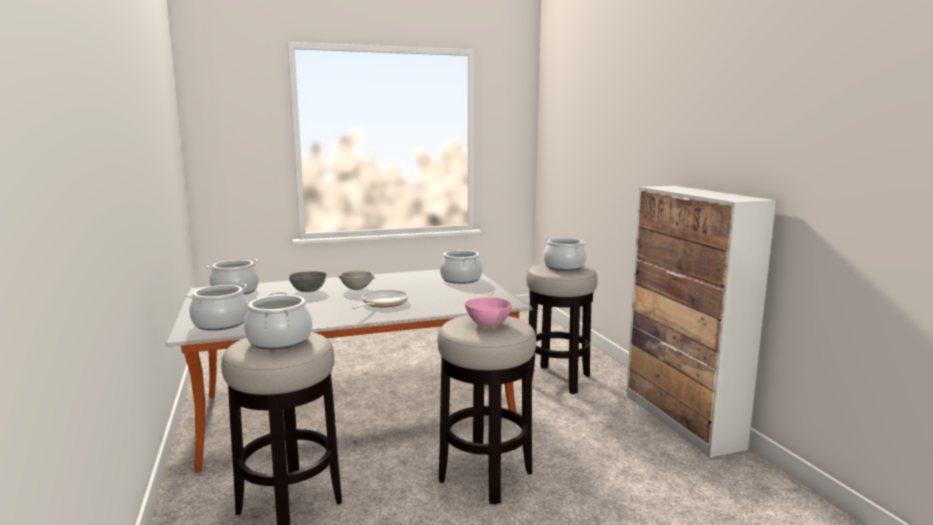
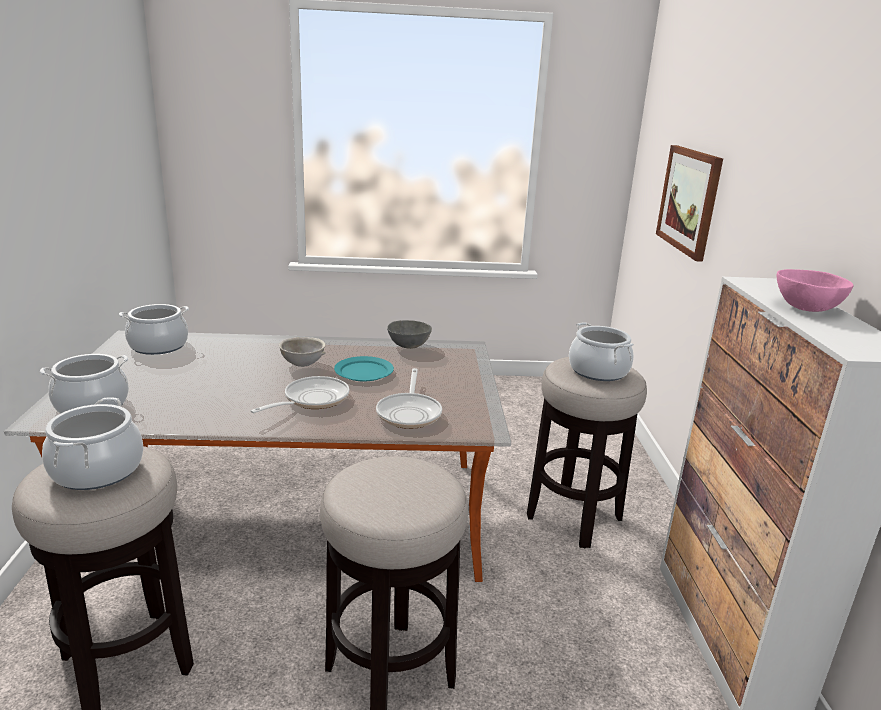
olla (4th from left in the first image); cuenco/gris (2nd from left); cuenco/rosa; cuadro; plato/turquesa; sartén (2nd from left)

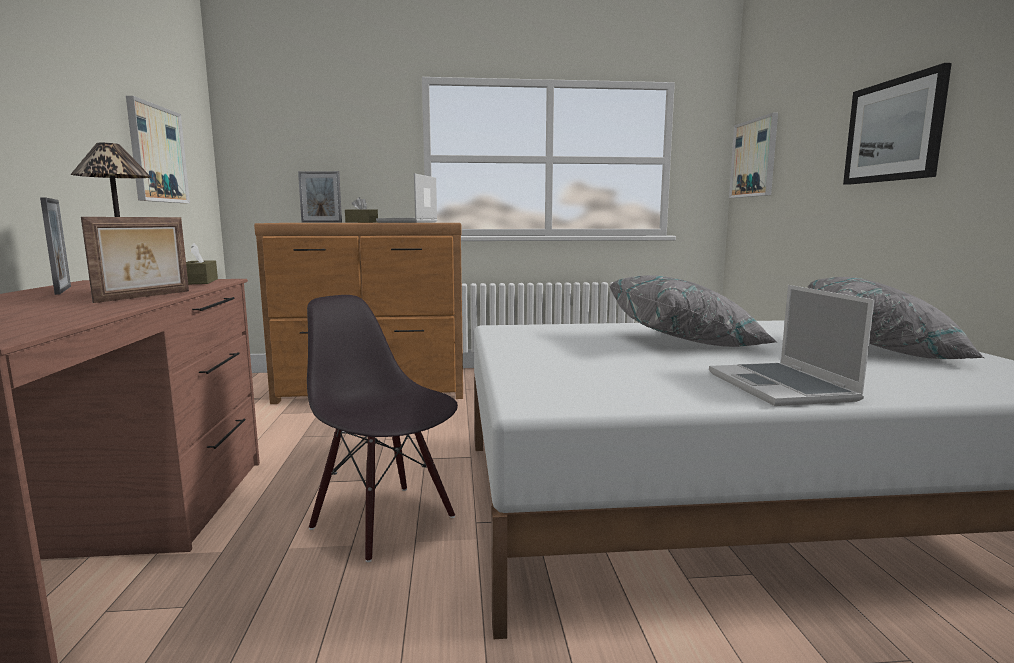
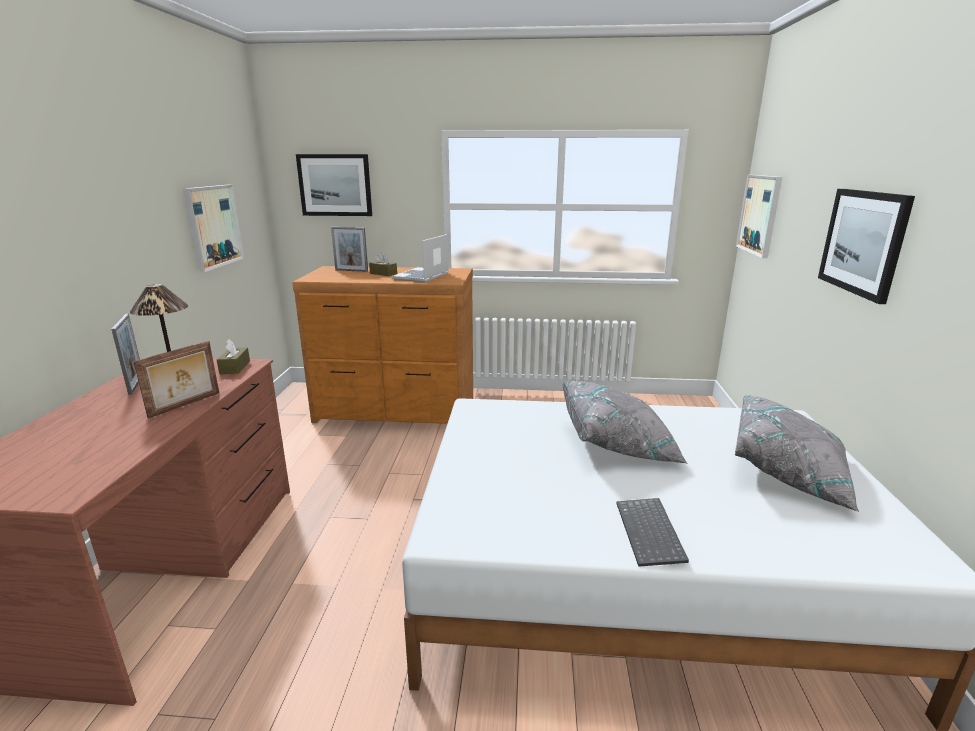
teclado; silla/negro; cuadro (2nd from left)

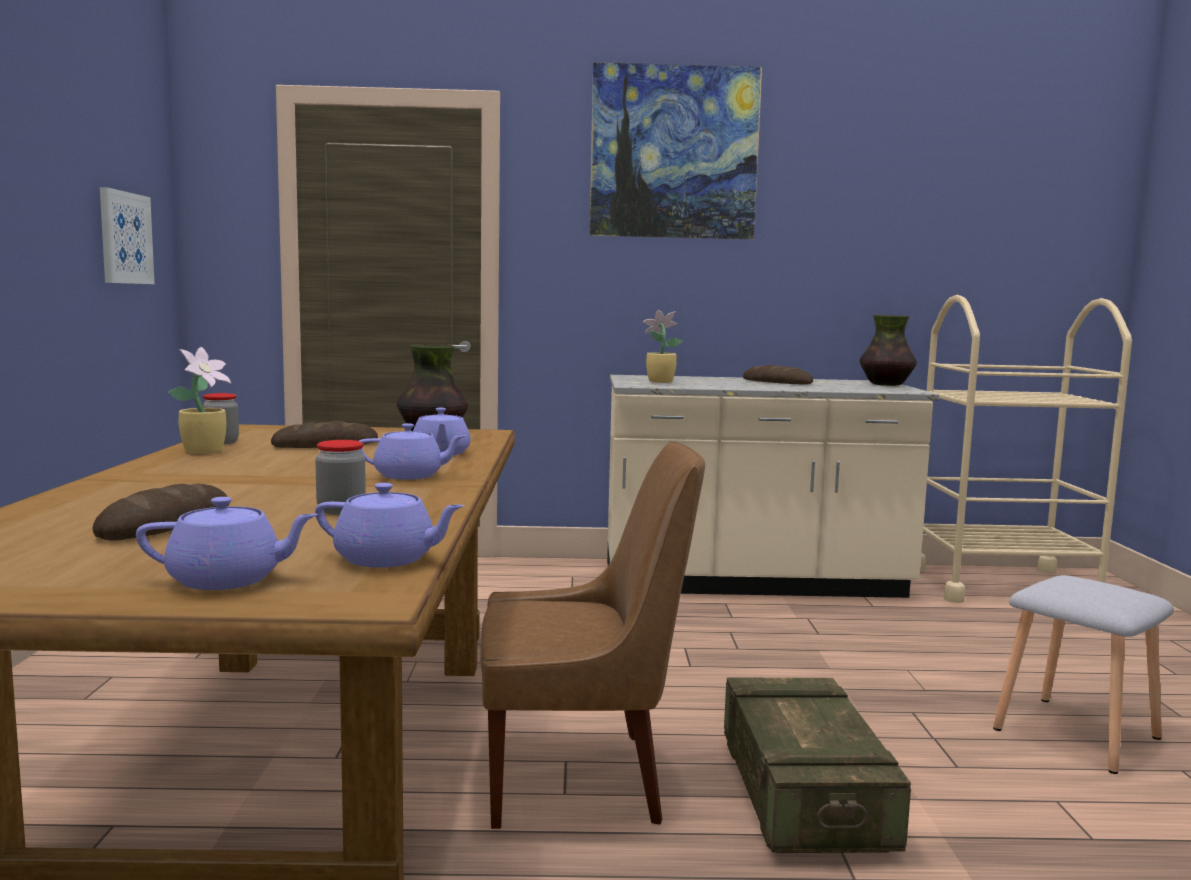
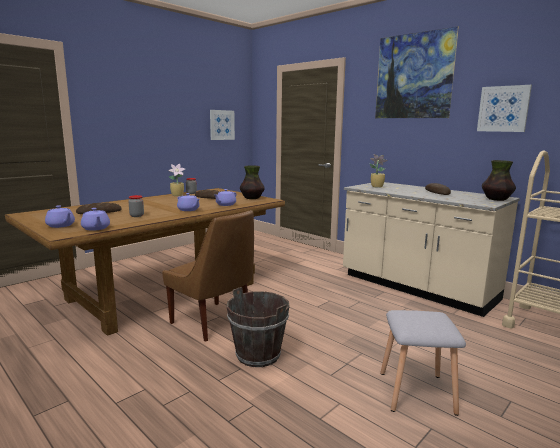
cubo/marrón; cuadro (3rd from left)

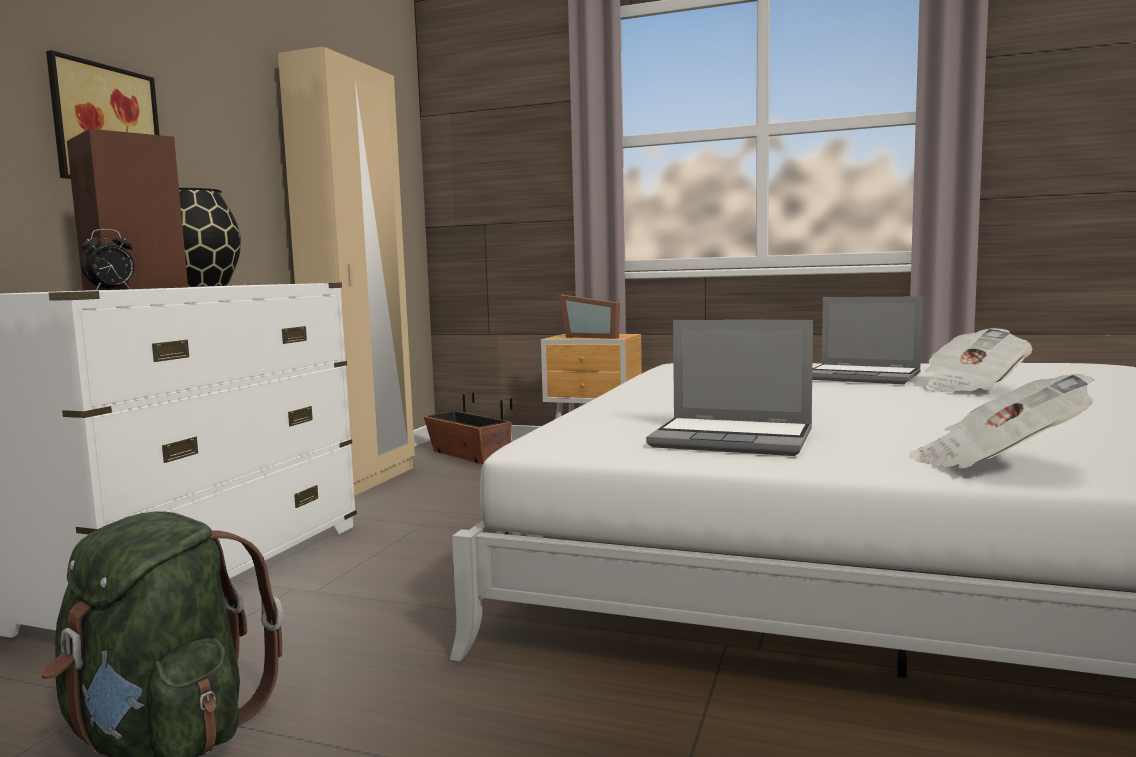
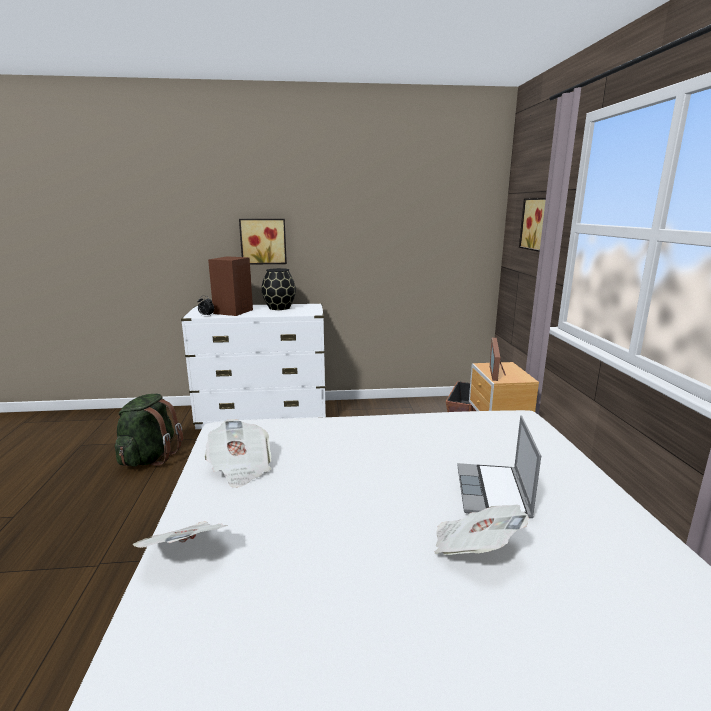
armario ropero/beis; periódico (2nd from left); cuadro (2nd from left)

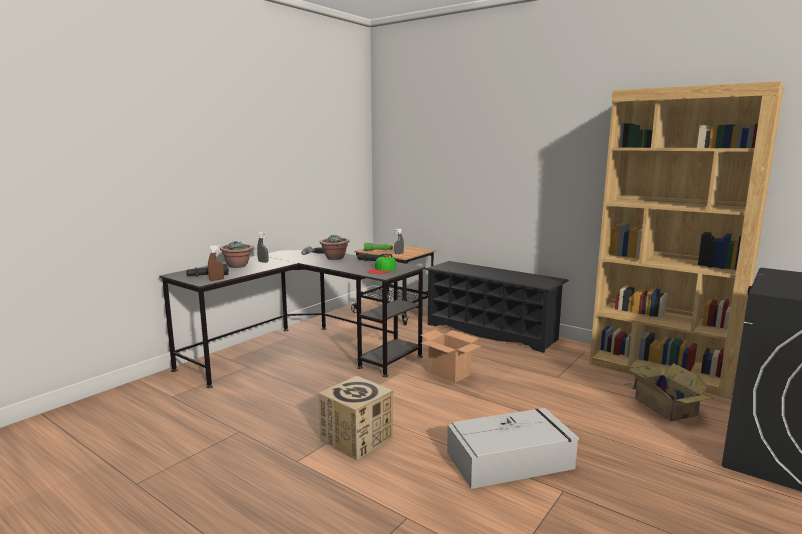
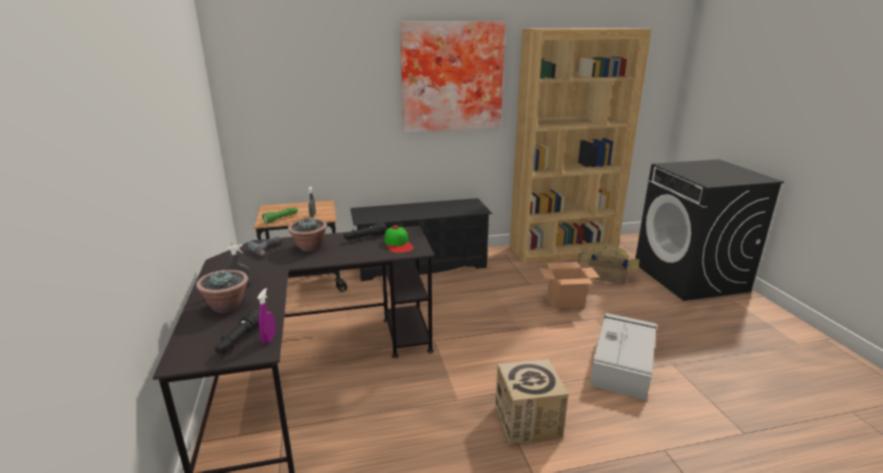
pulverizador/morado; caja de cartón (2nd from left); cuadro

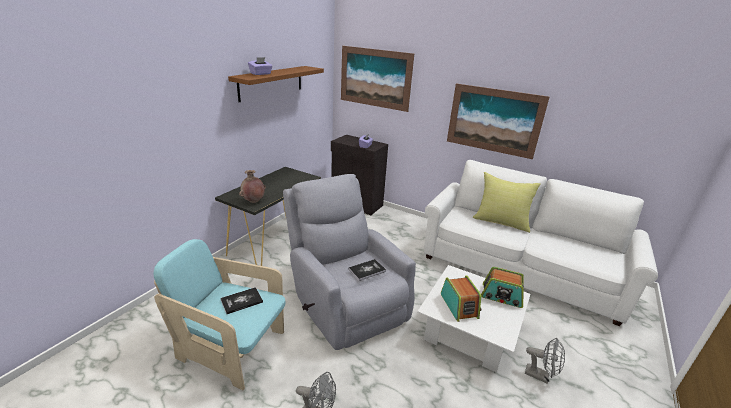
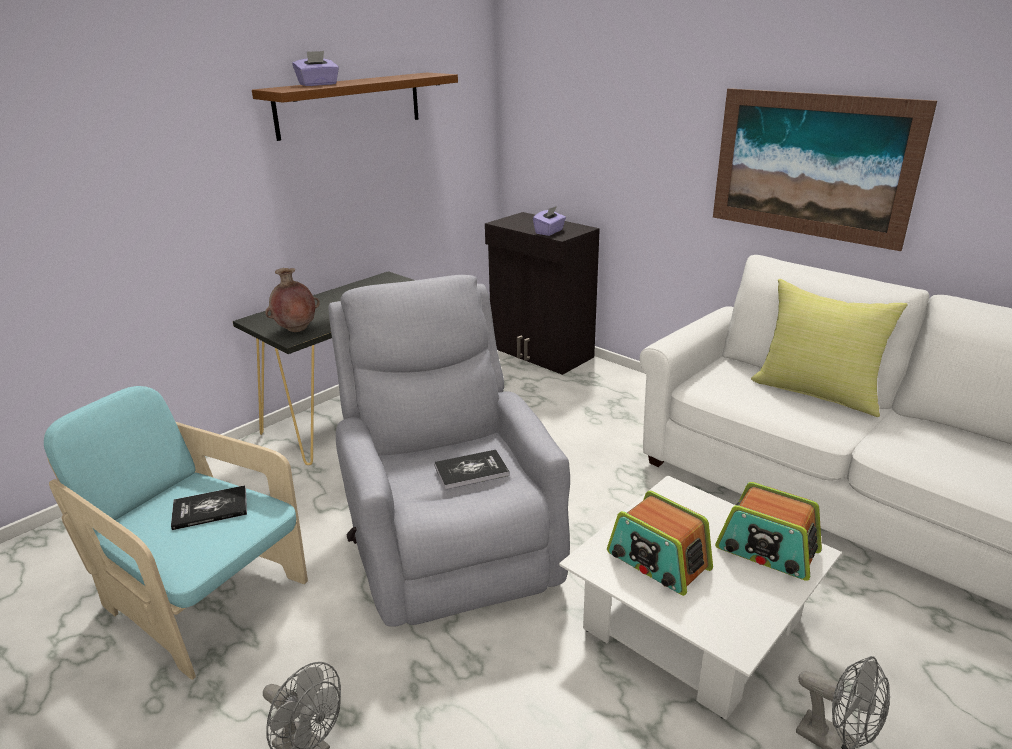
cuadro (1st from left in the first image); radio (1st from left)

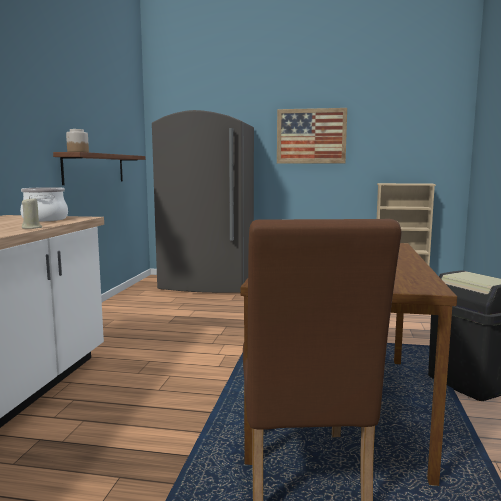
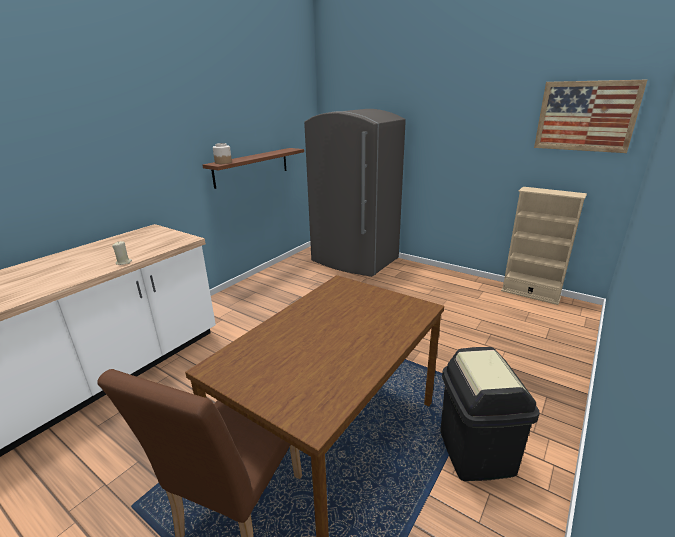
cuadro; olla

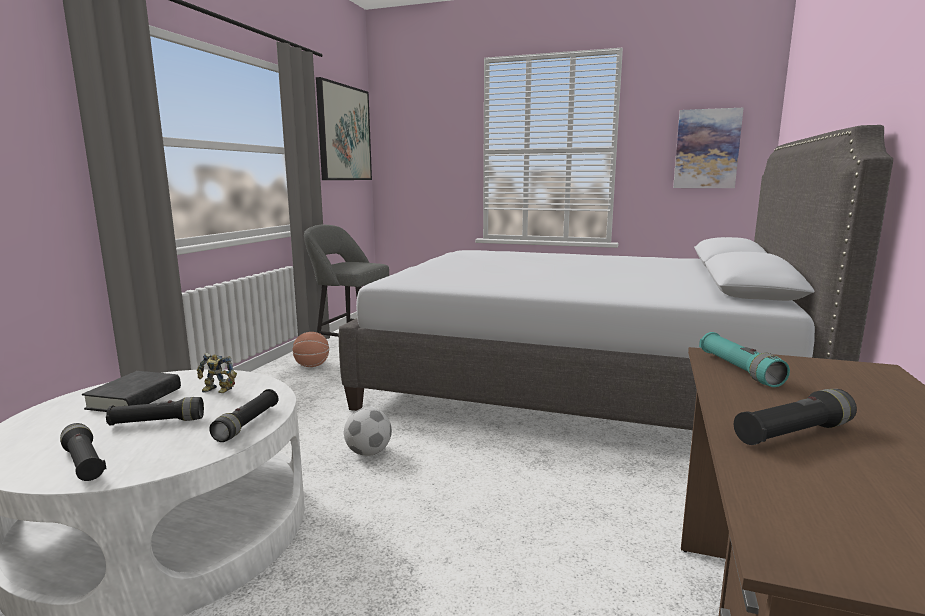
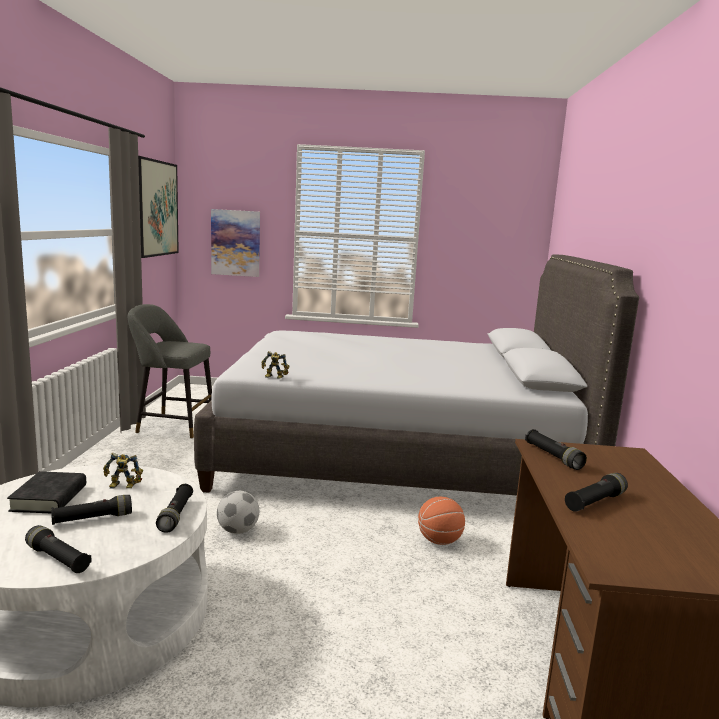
cuadro (2nd from left); balón de baloncesto; linterna/negro (4th from left); robot de juguete (2nd from left)

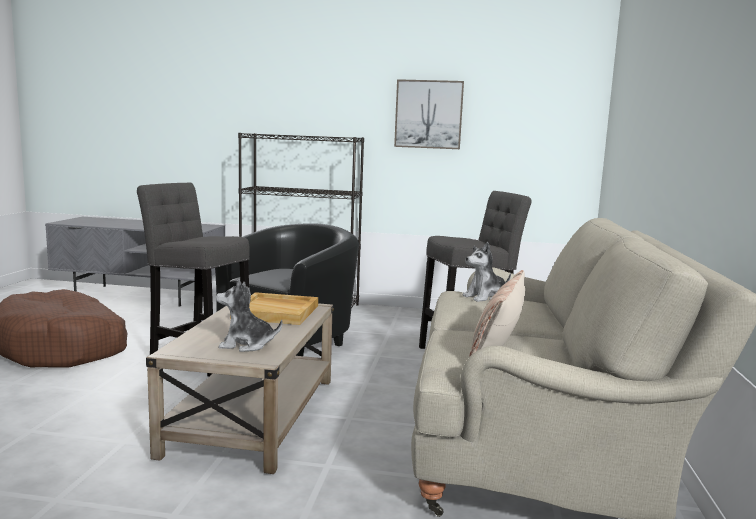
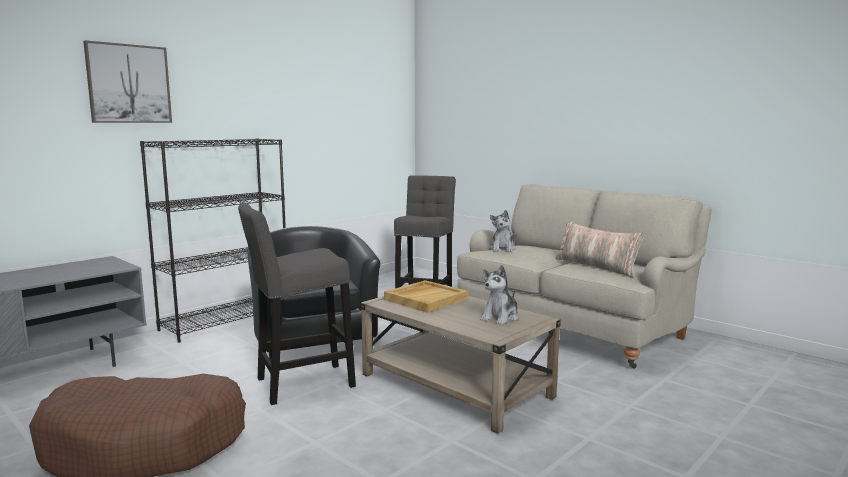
cuadro

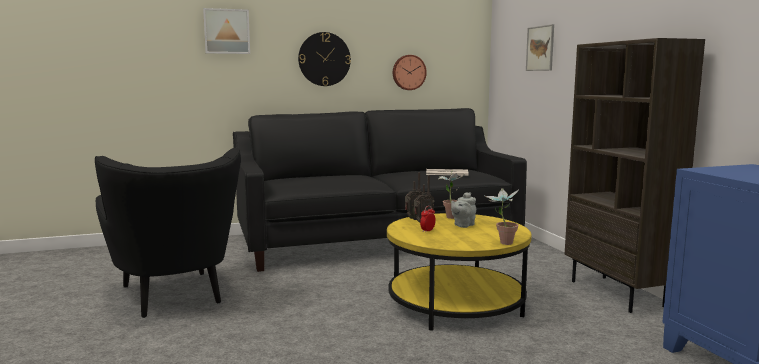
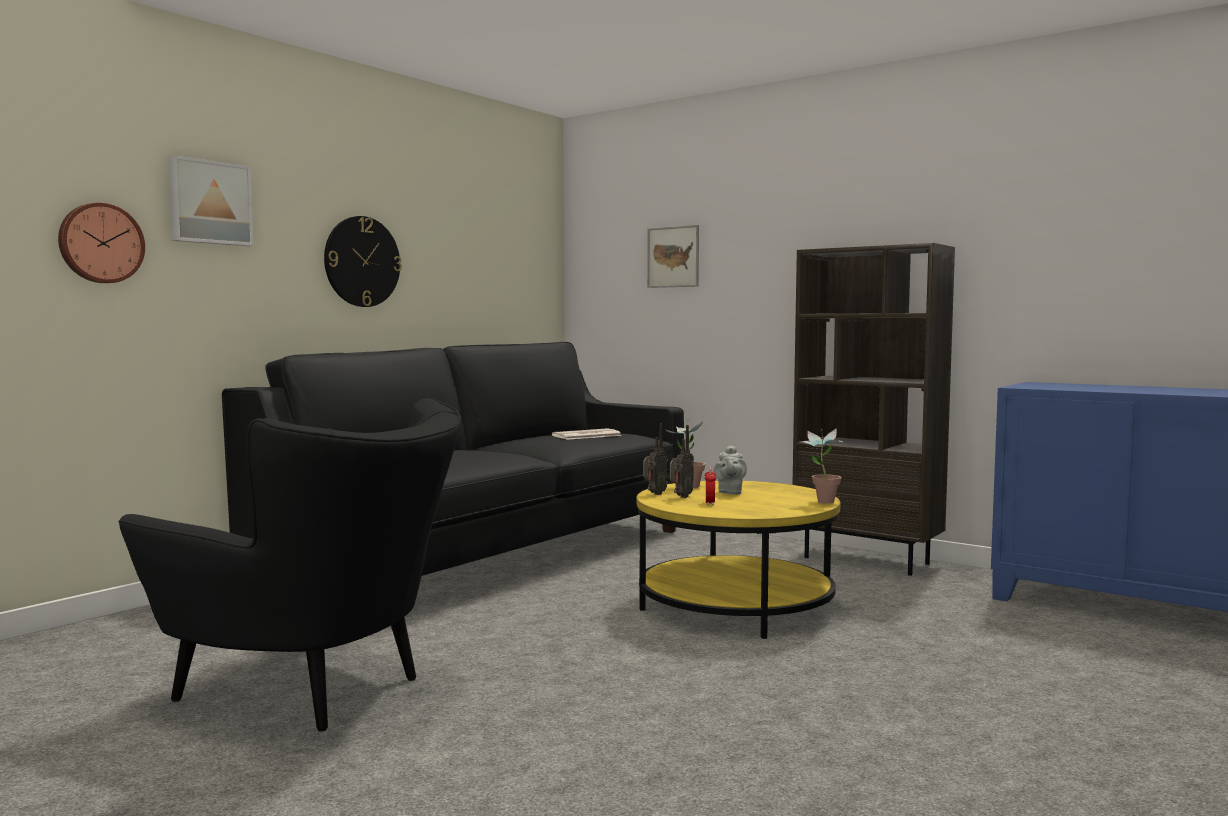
reloj de pared (1st from left)

